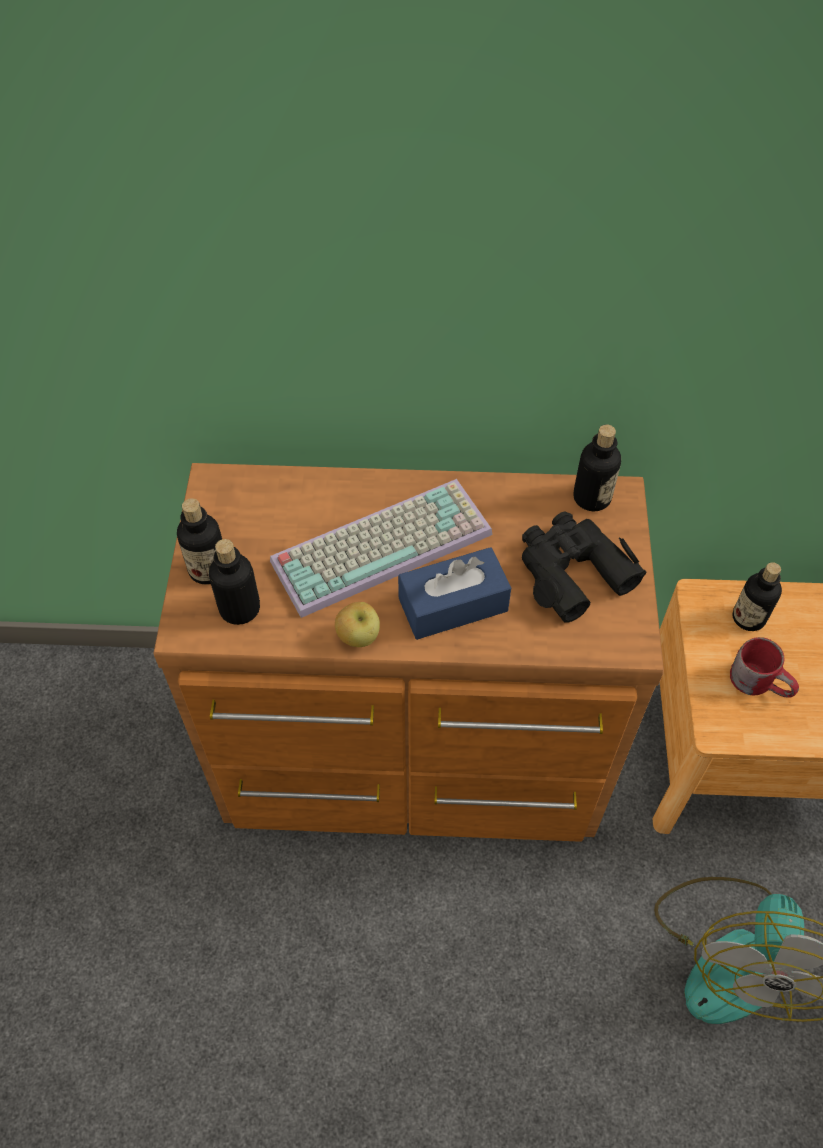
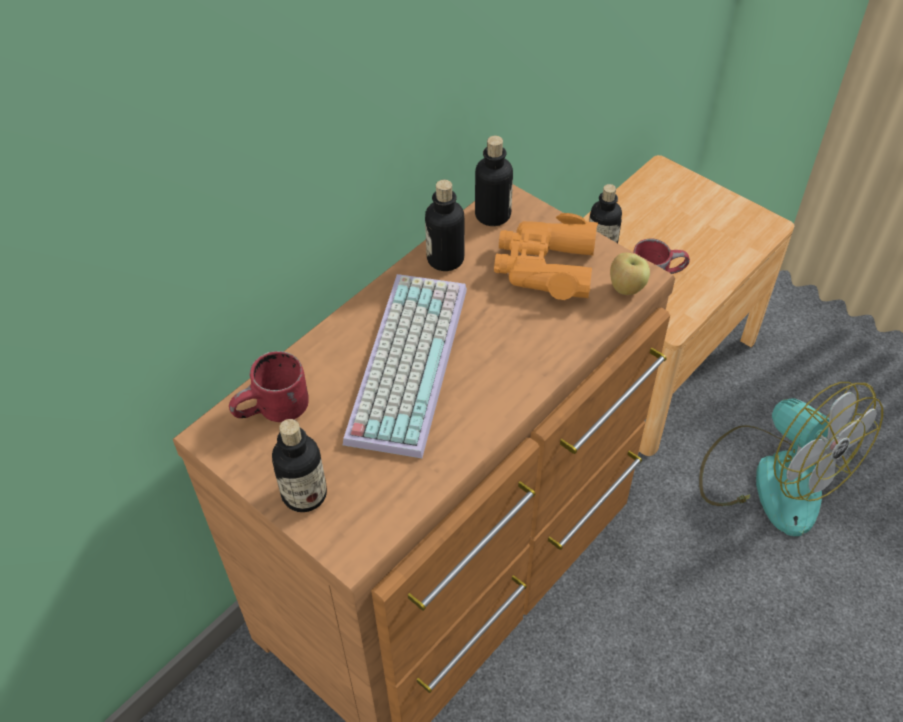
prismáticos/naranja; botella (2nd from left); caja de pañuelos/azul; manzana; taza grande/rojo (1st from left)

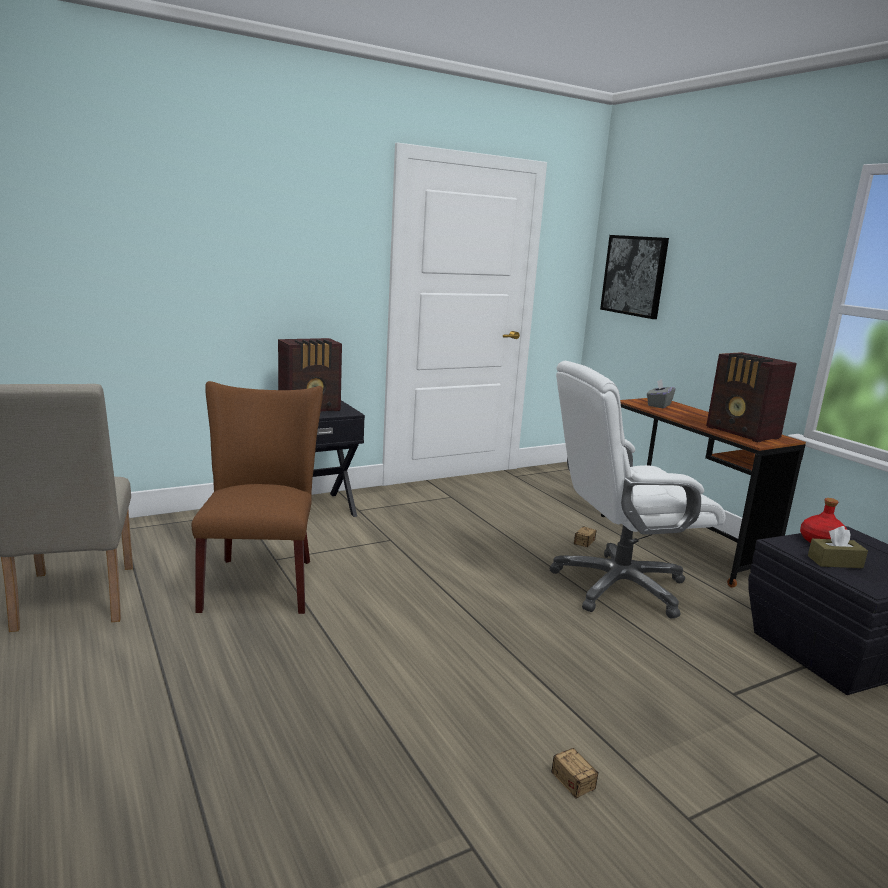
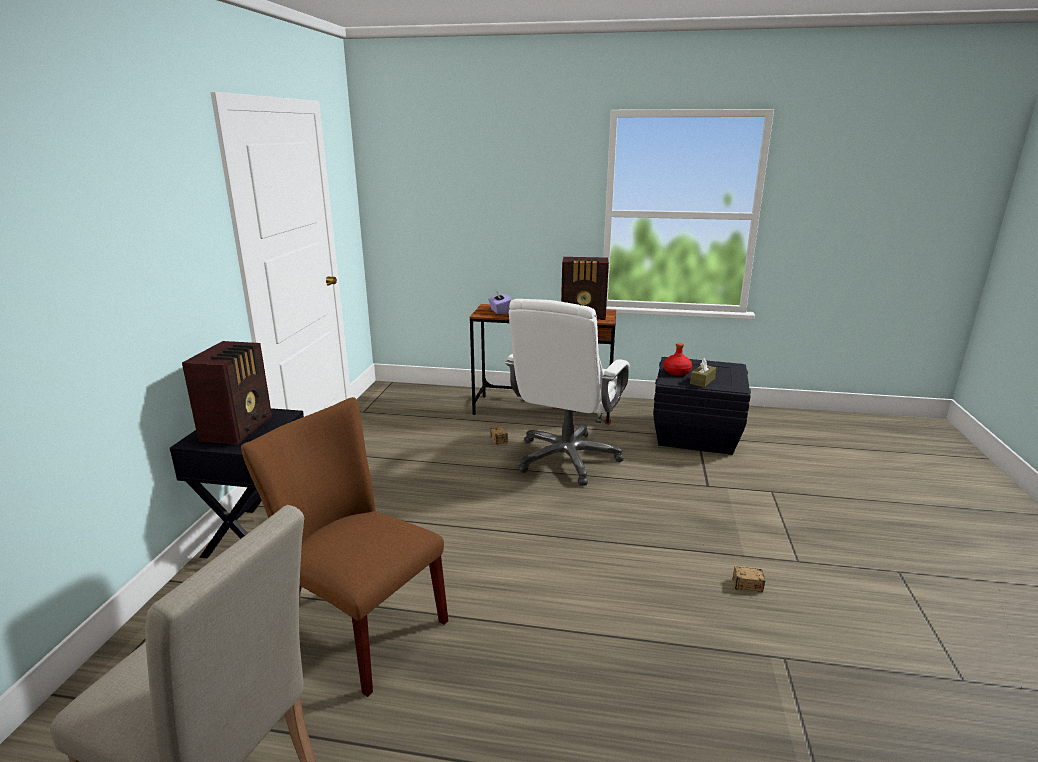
cuadro; caja de pañuelos/morado

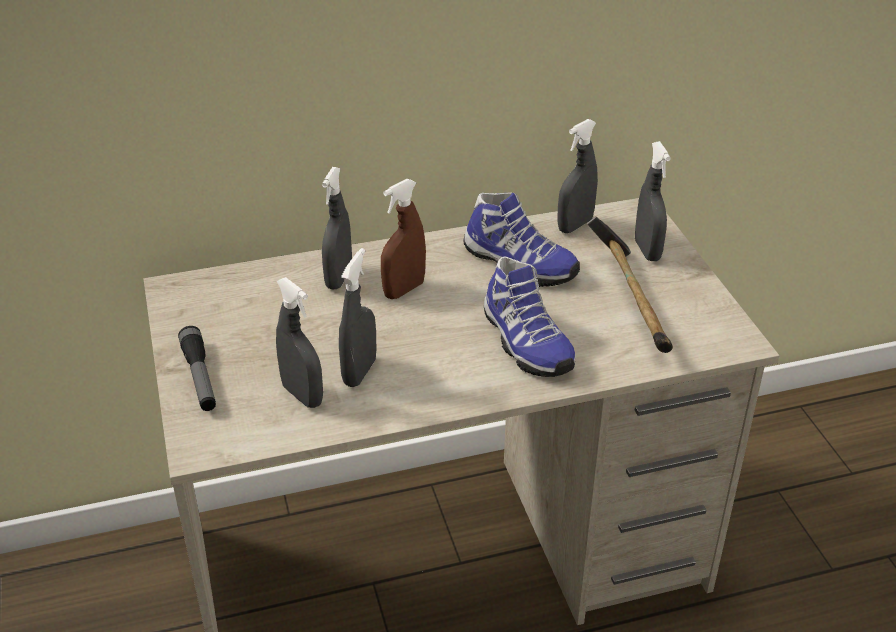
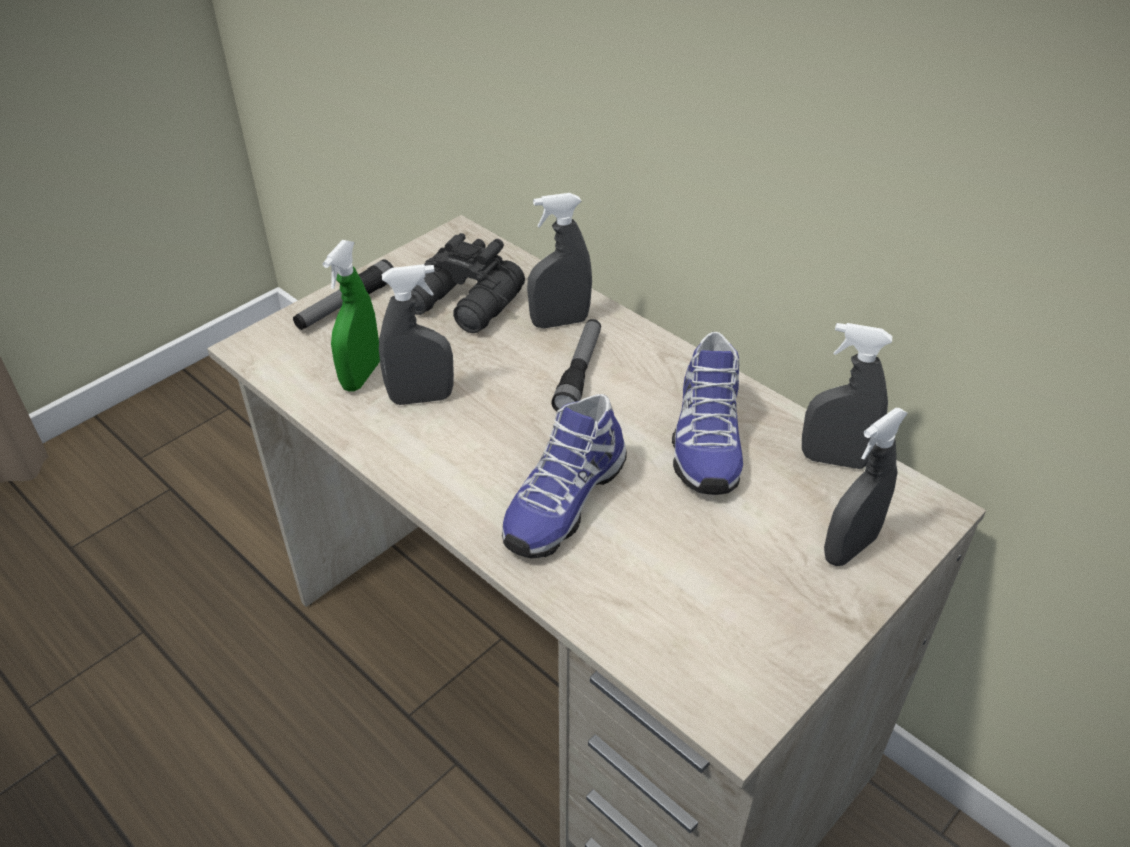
linterna (2nd from left); martillo; pulverizador/verde; prismáticos/negro

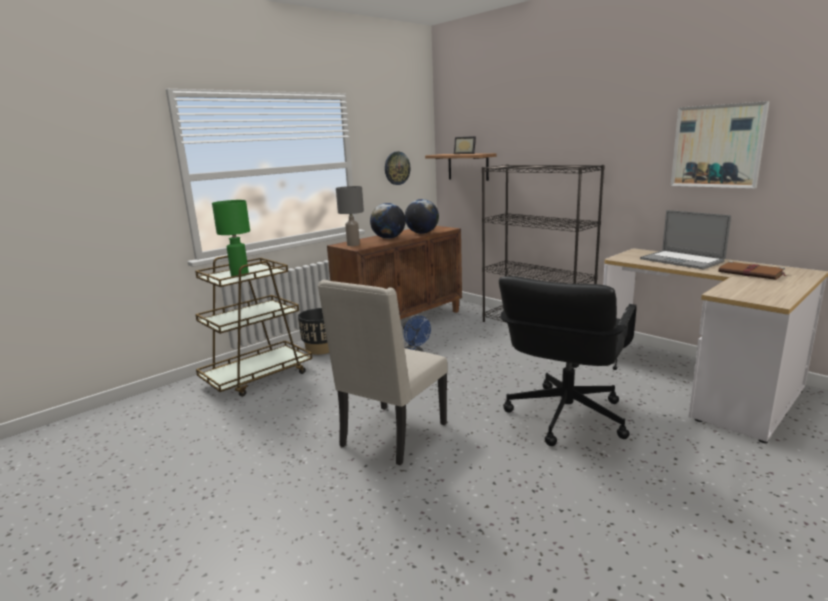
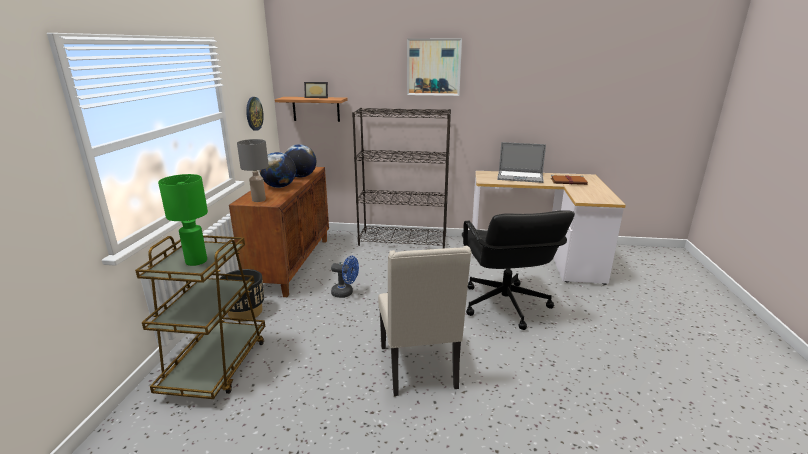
cuadro

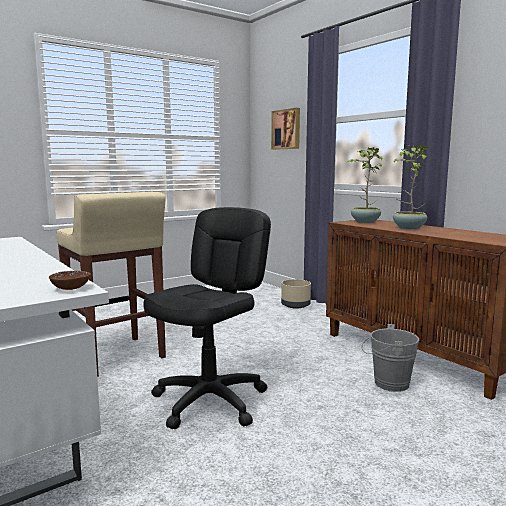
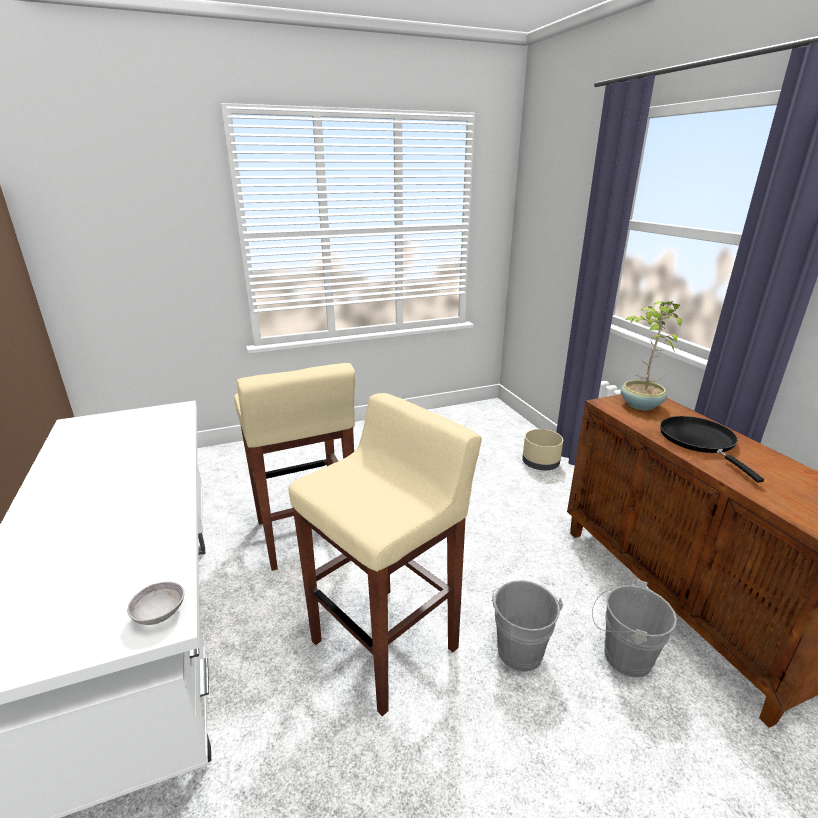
cuadro; sartén/negro; taburete/beis (2nd from left); cuenco/gris; cubo/gris (1st from left)

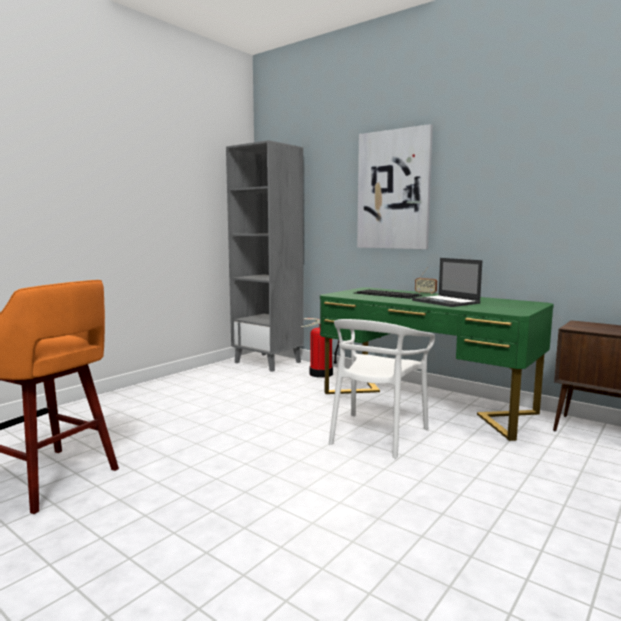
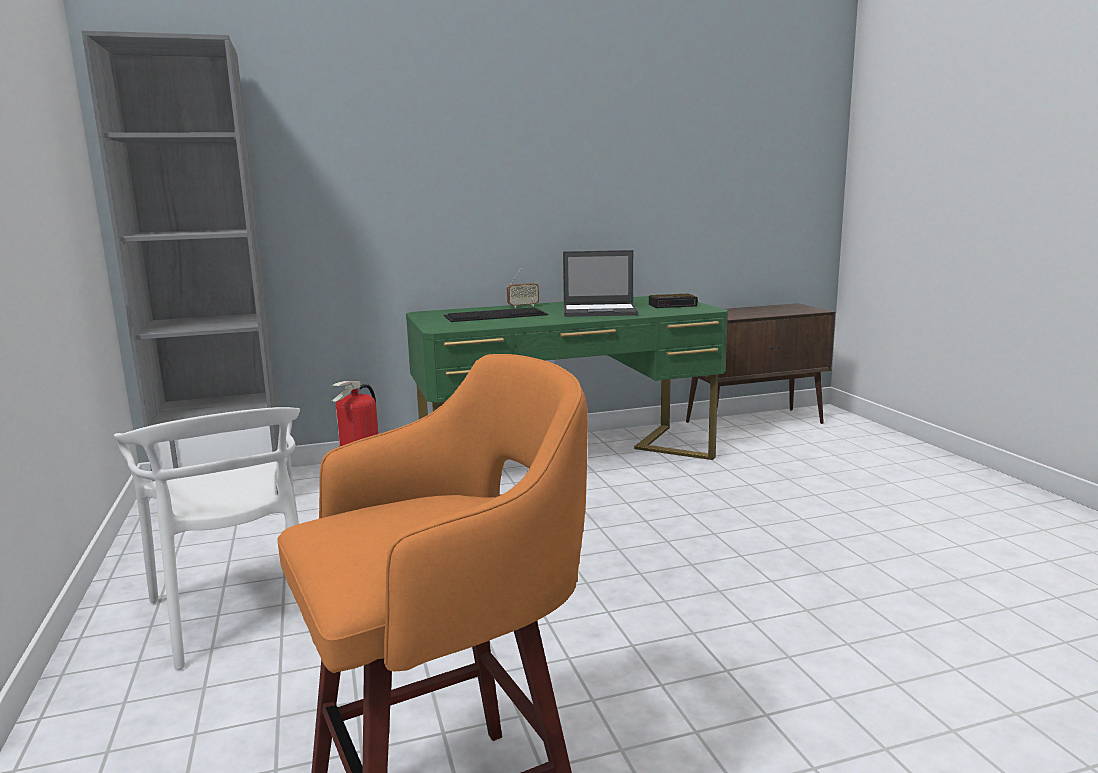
cuadro; silla/blanco; despertador

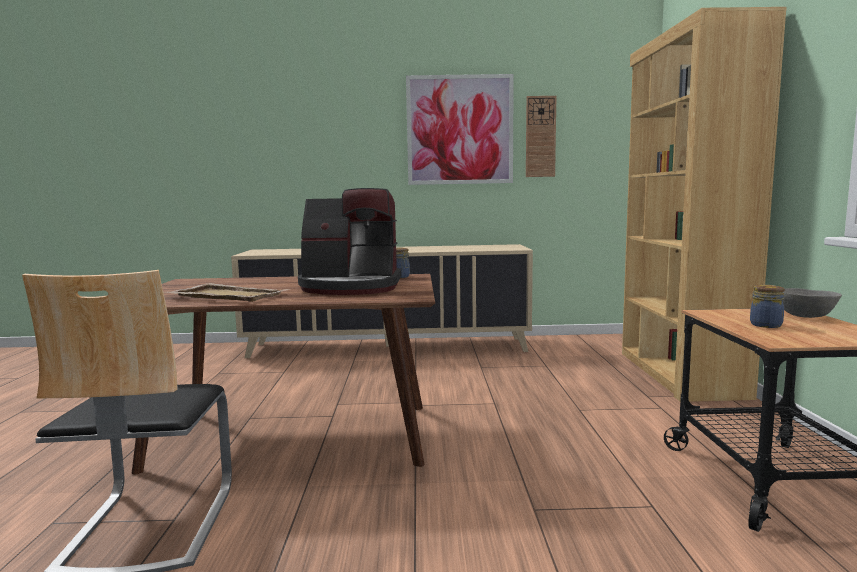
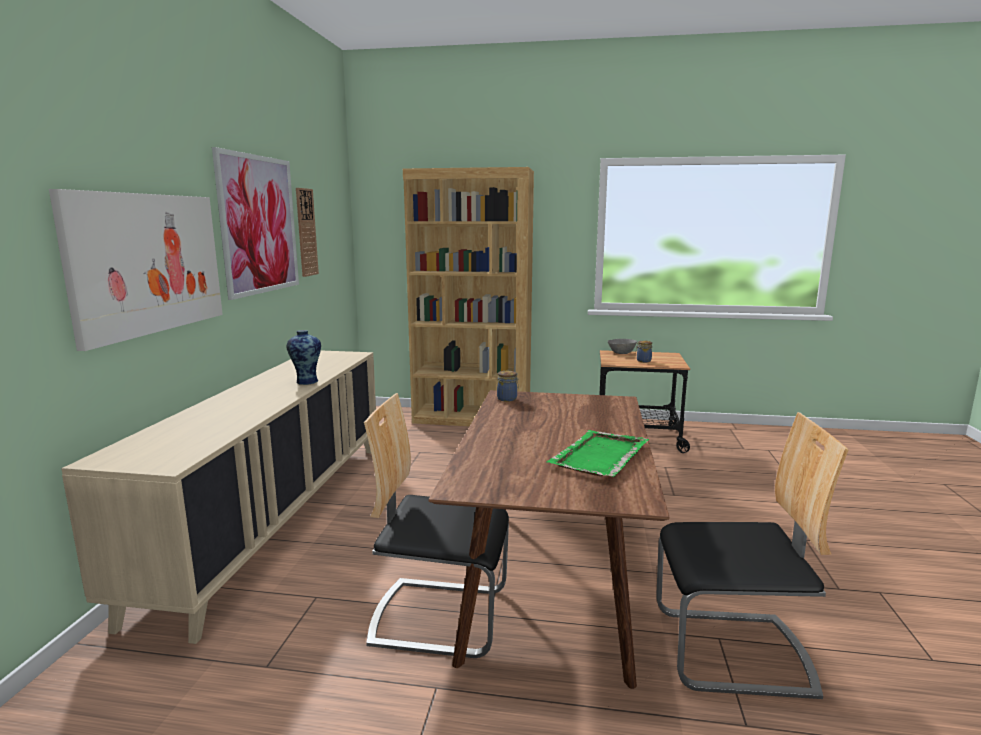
cafetera; bandeja/verde; cuadro (1st from left); florero; silla (1st from left)

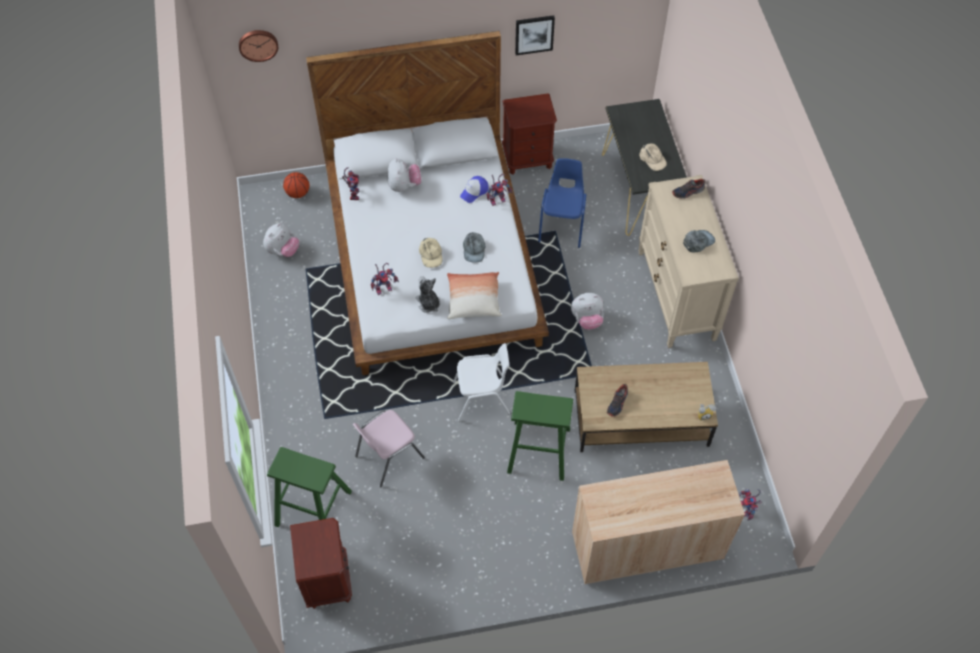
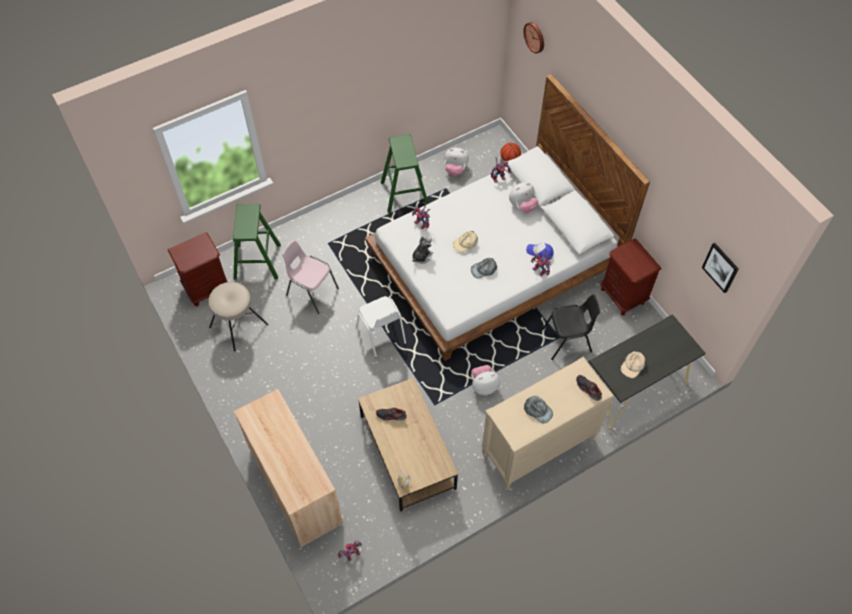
cuadro; silla/negro; cojín; peluche (3rd from left); taburete/verde (2nd from left); taburete/beis

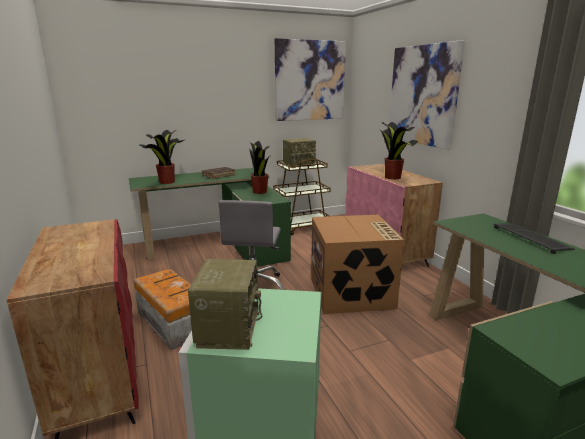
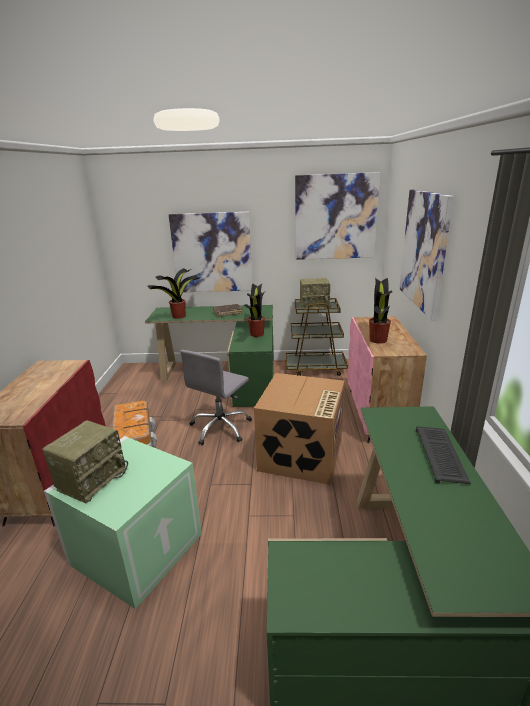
cuadro (1st from left)

